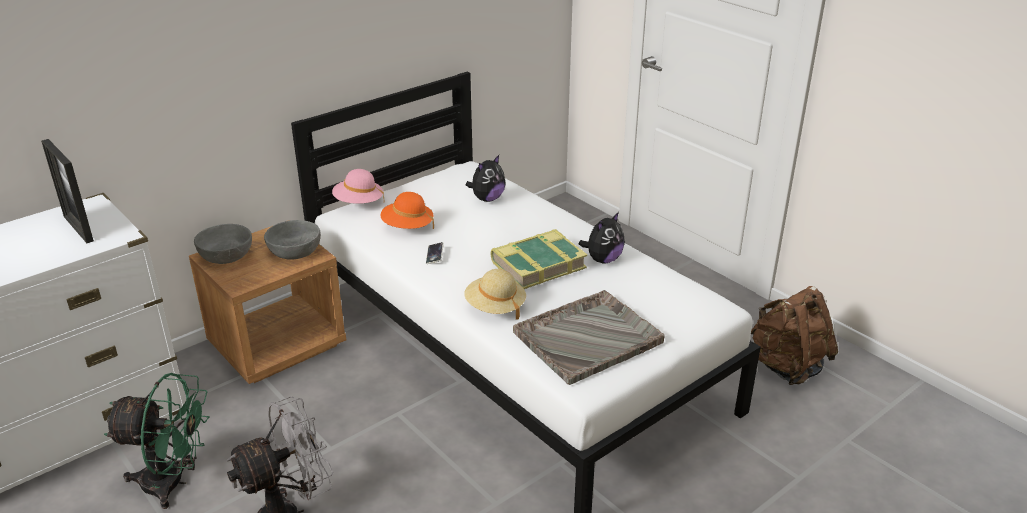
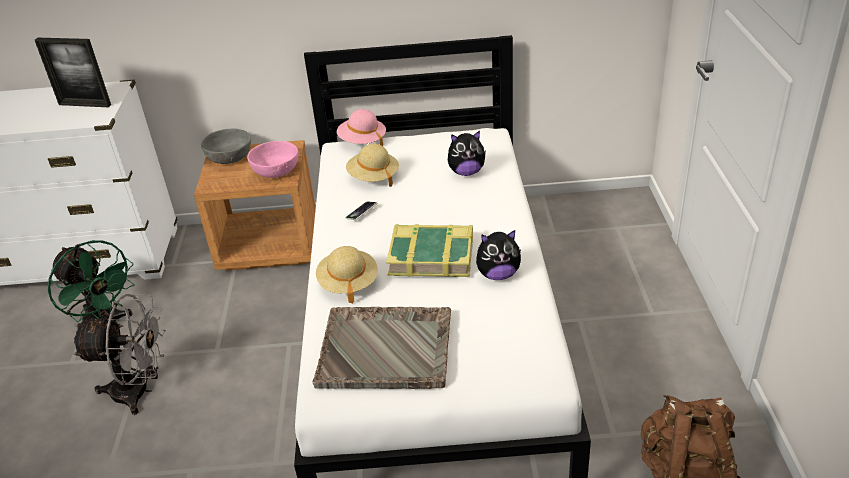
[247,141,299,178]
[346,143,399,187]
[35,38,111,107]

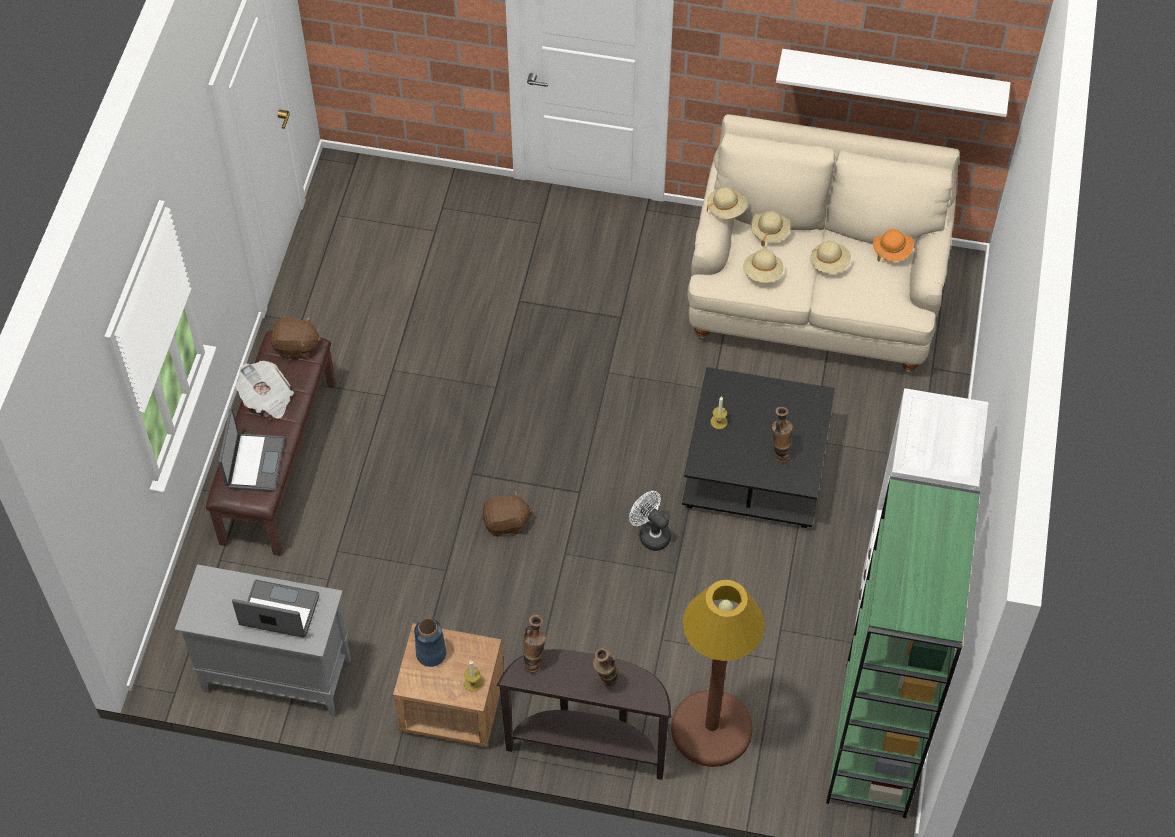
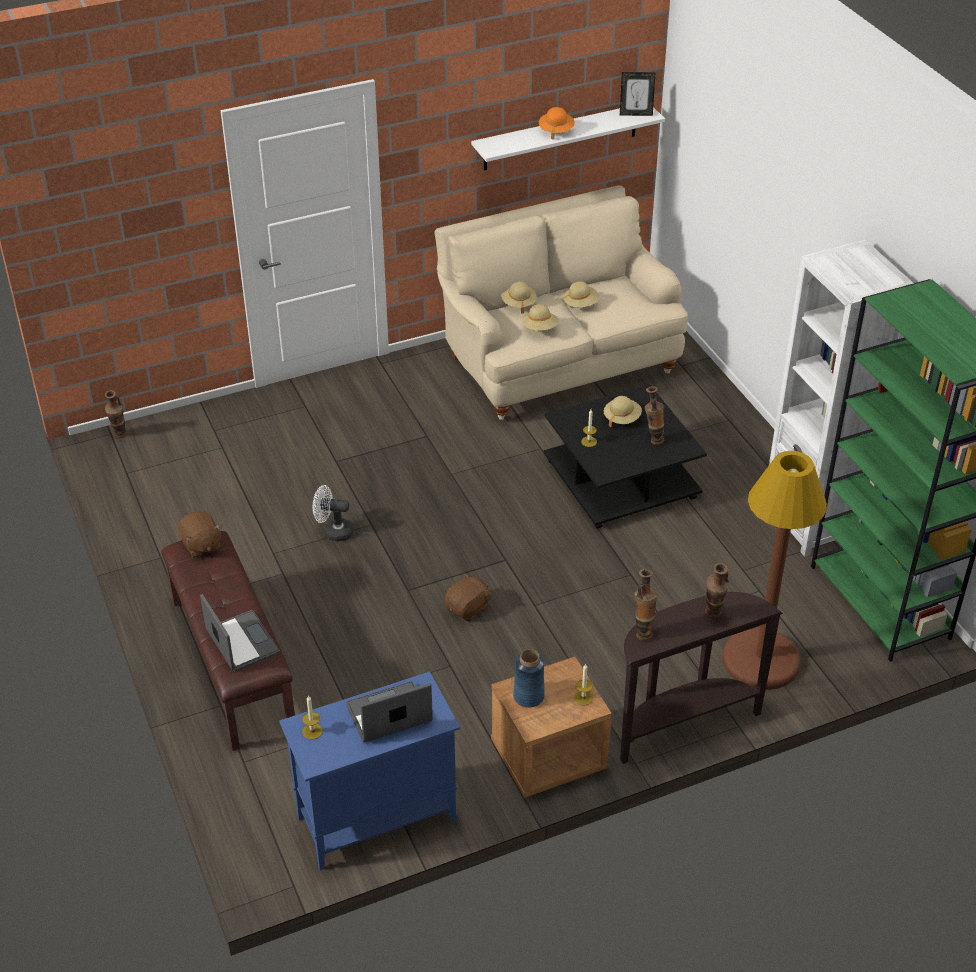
[236,361,294,419] (first image)
[105,390,126,438]
[302,695,323,739]
[620,72,656,116]
[313,485,353,542]
[604,396,642,428]
[539,107,575,140]
[279,672,460,870]
[179,511,222,558]

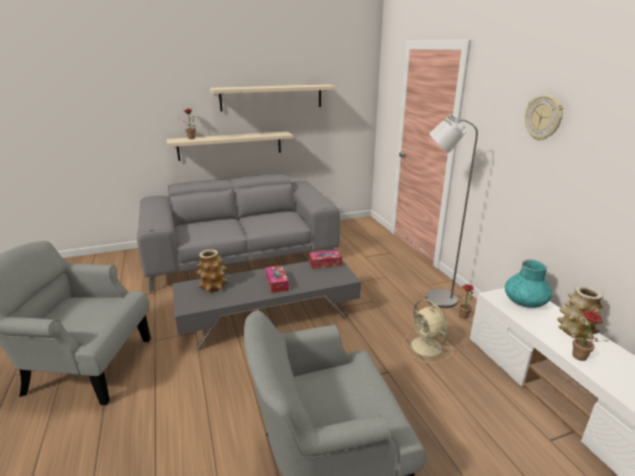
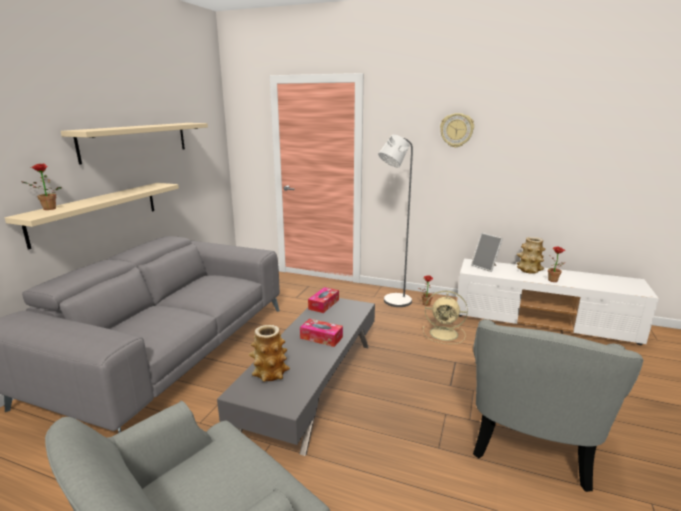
[471,233,503,272]

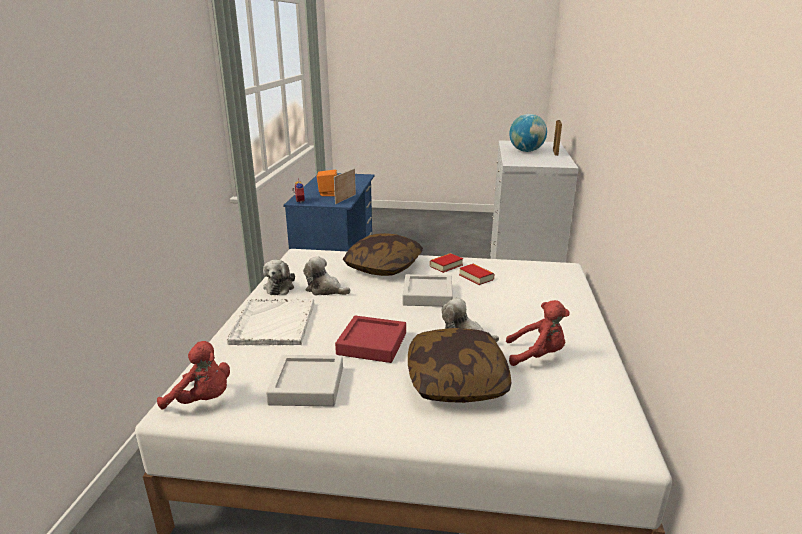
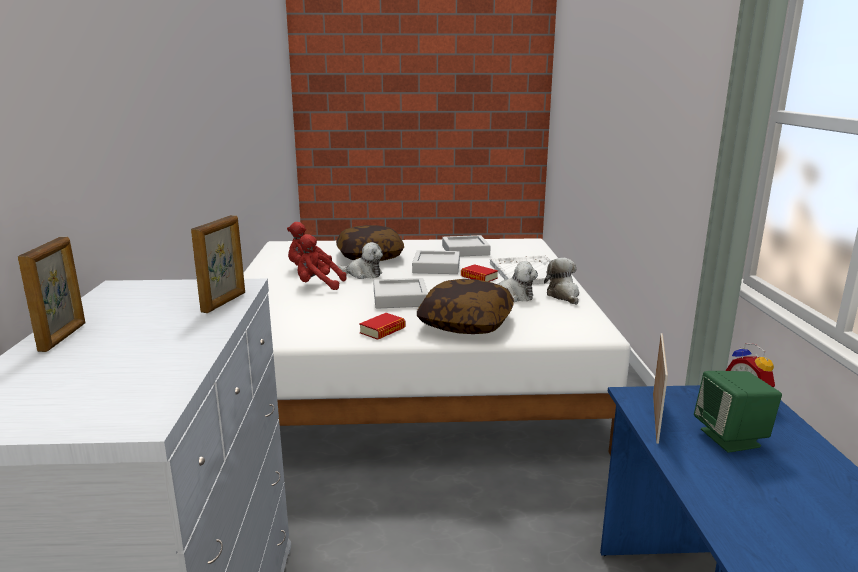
[509,114,547,152] (first image)
[191,215,245,313]
[297,234,347,290]
[461,264,498,282]
[694,371,782,453]
[412,250,460,274]

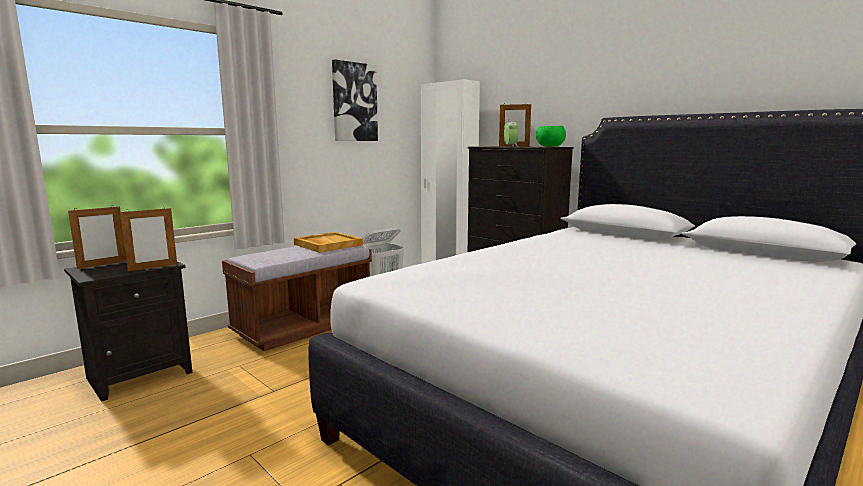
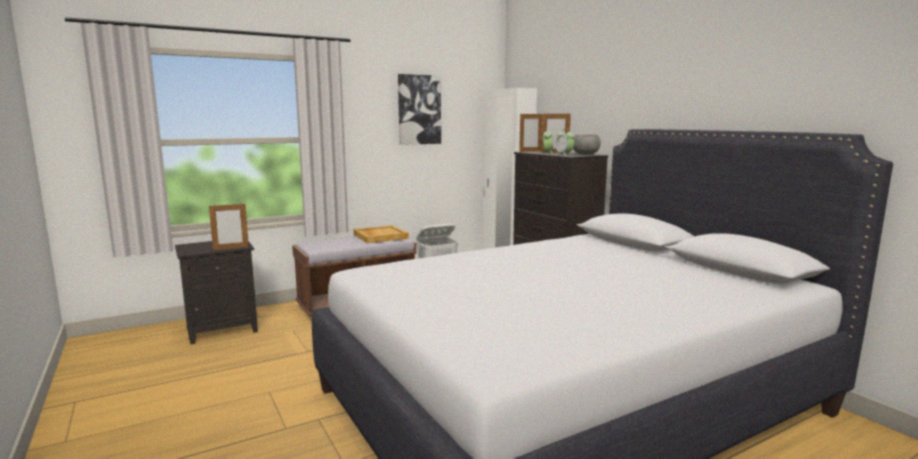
[555,128,574,156]
[519,113,543,152]
[573,135,601,155]

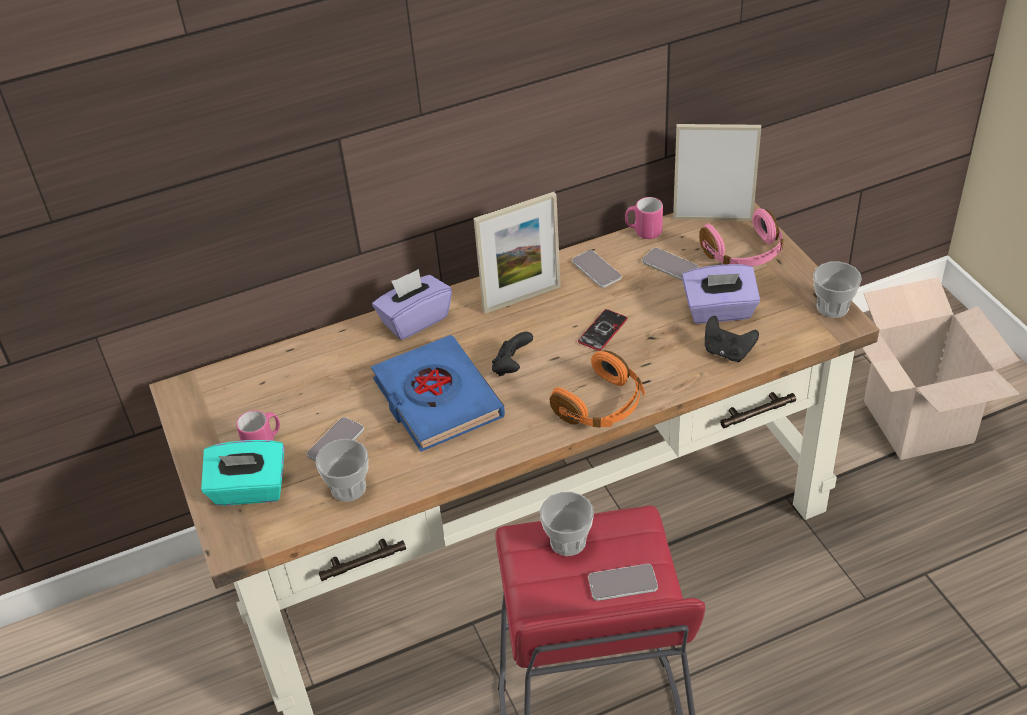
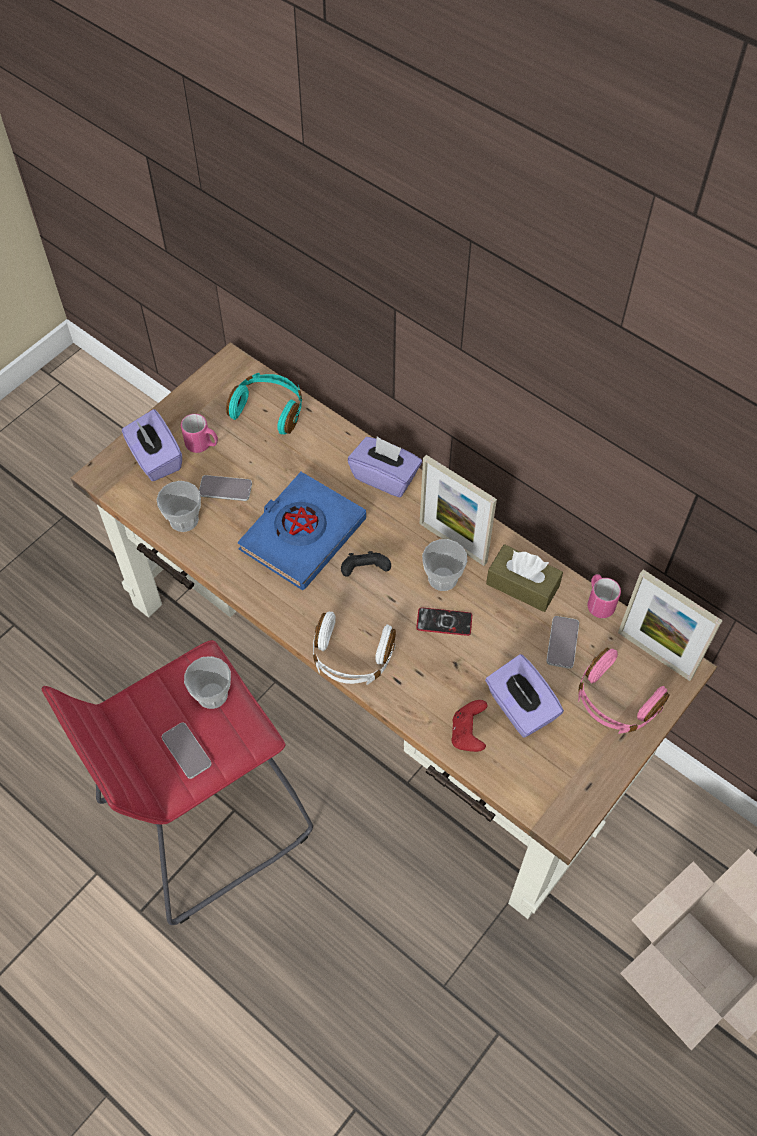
[226,373,302,435]
[422,539,467,591]
[486,544,563,612]
[122,409,182,481]
[313,612,396,685]
[451,700,488,752]
[618,569,723,681]

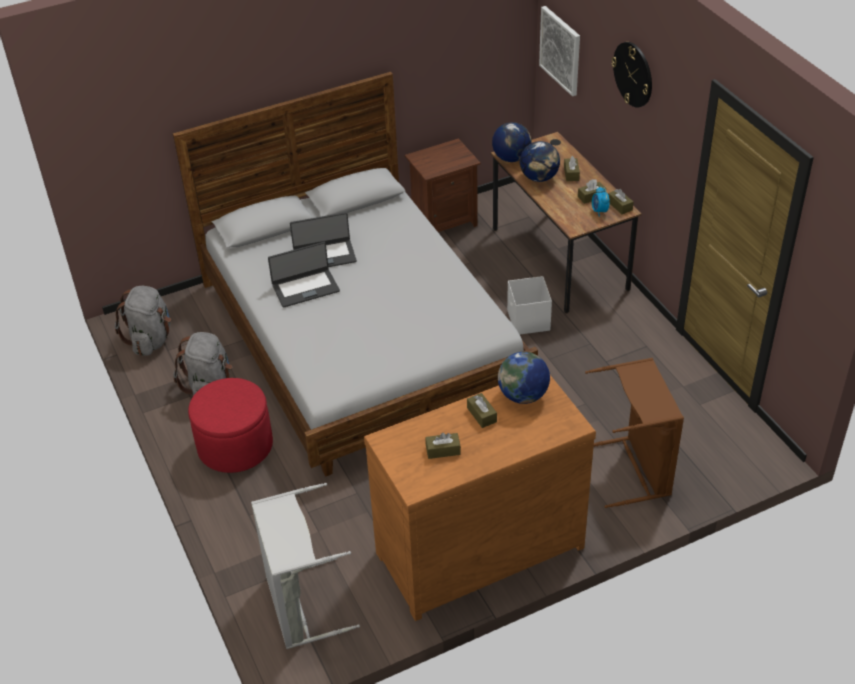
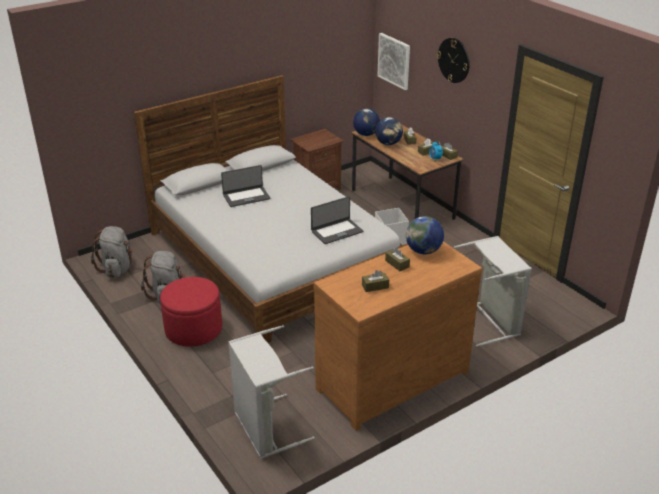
[311,196,363,244]
[454,236,532,347]

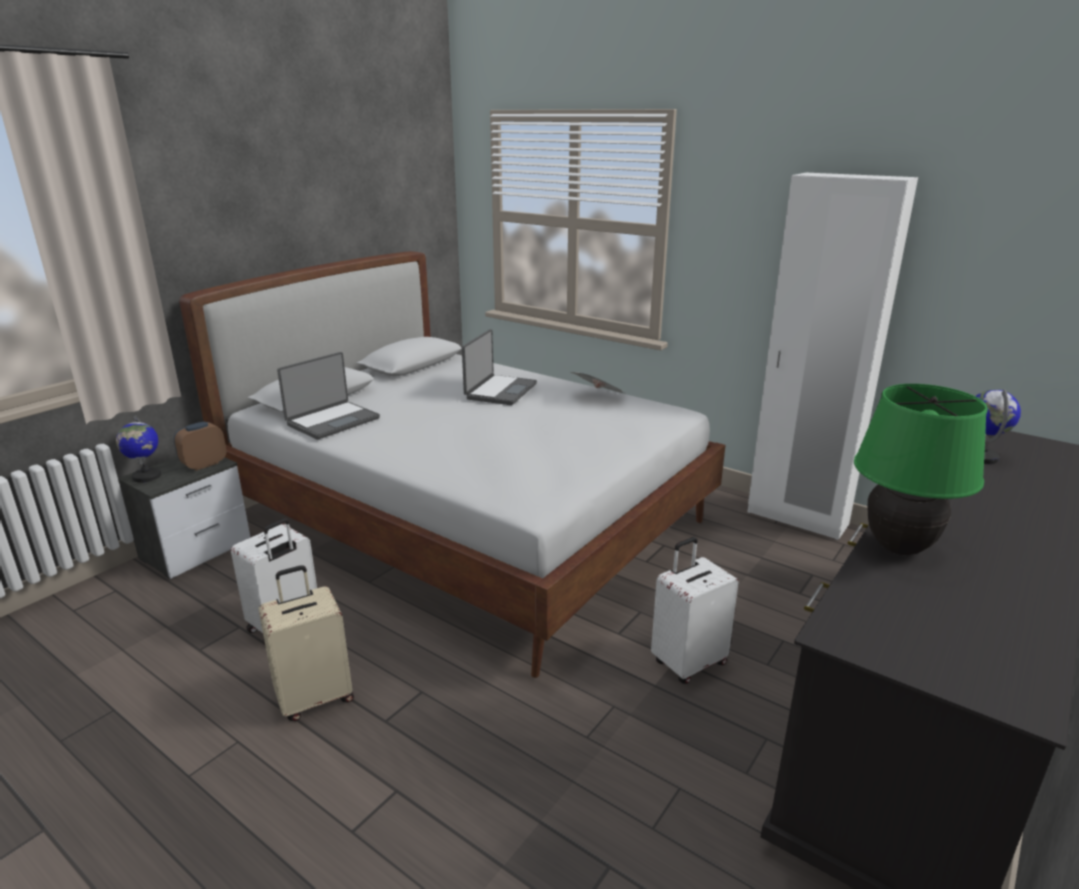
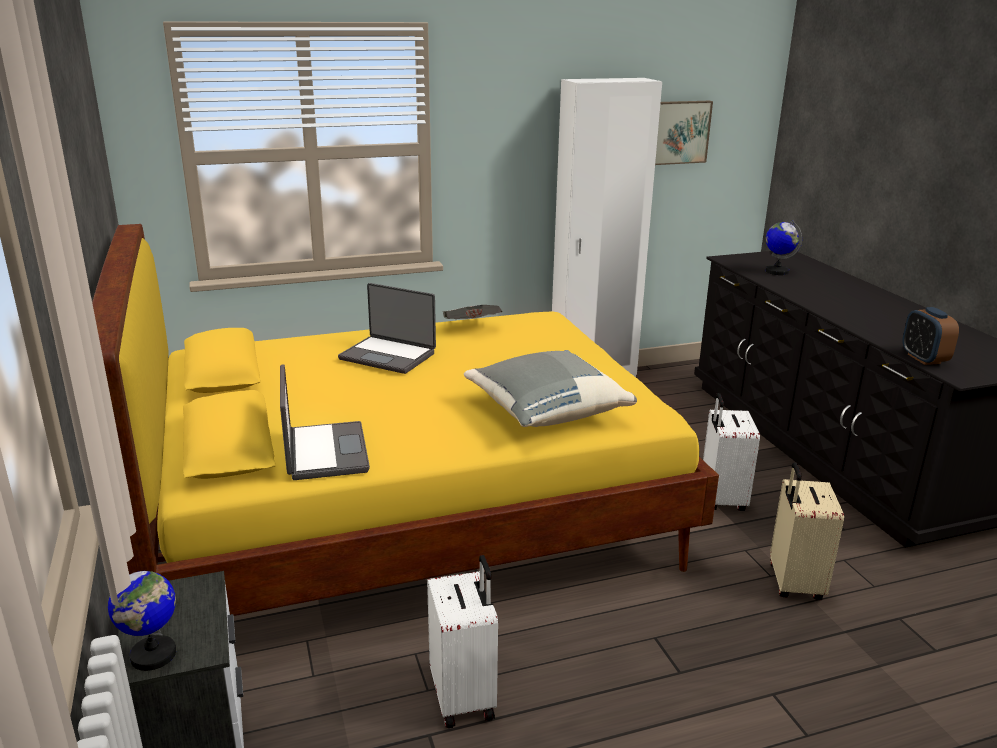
[854,384,988,555] (first image)
[464,350,637,427]
[655,101,713,165]
[903,307,959,365]
[770,462,844,600]
[92,224,719,616]
[338,283,436,374]

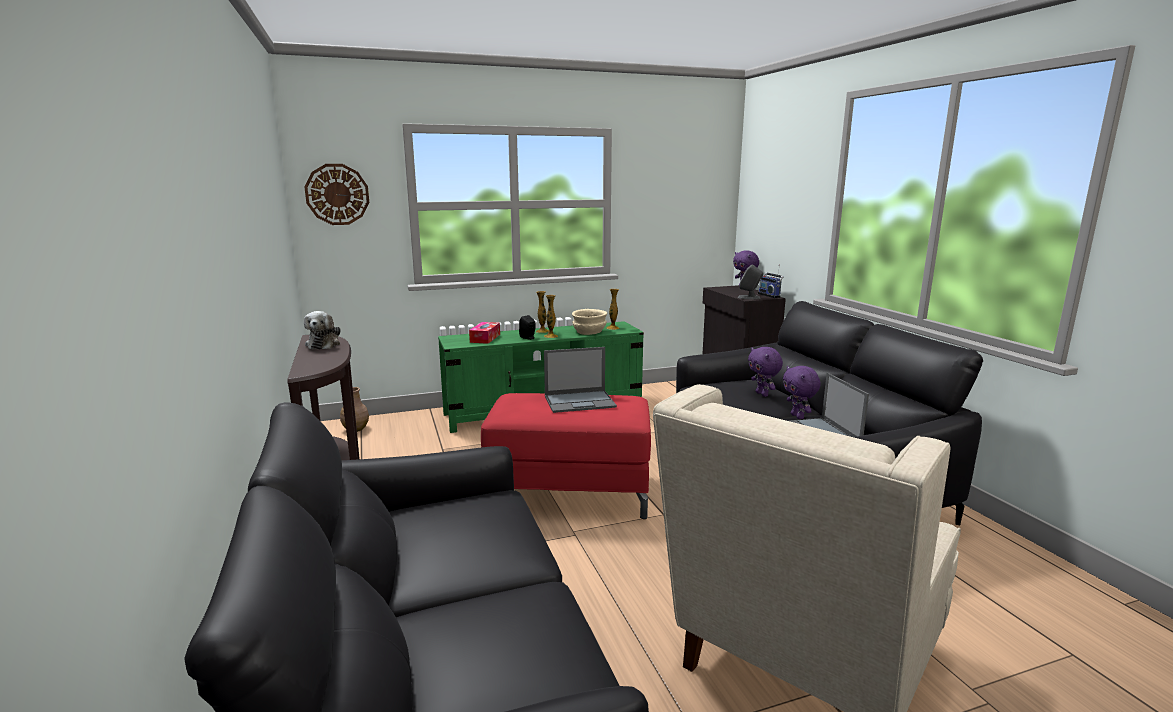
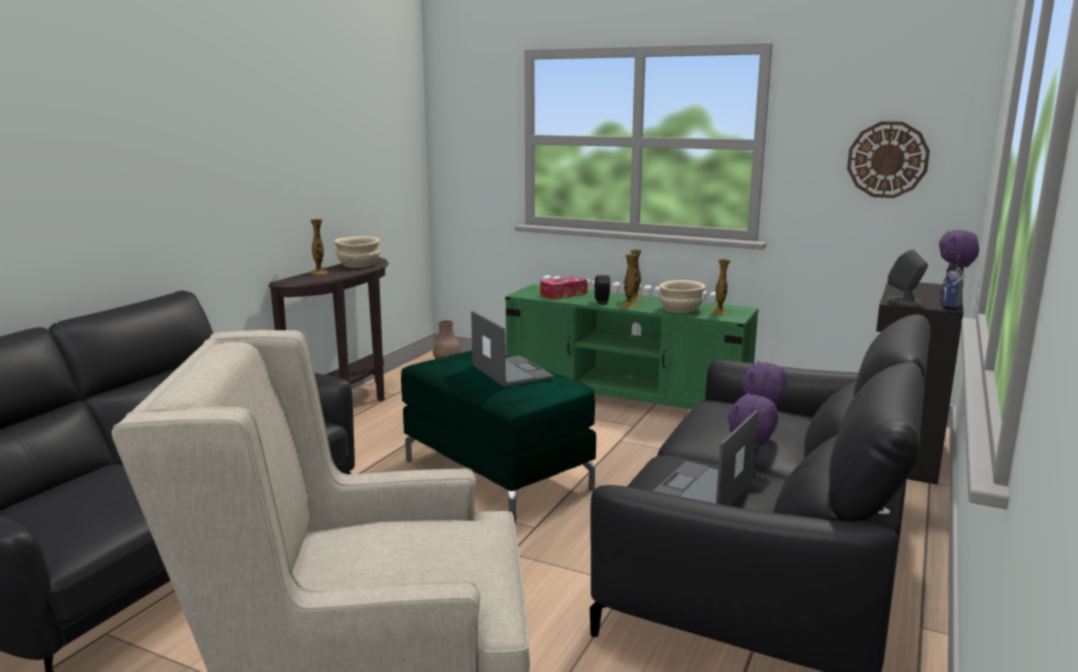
[309,219,328,275]
[847,121,930,198]
[334,236,380,268]
[401,351,596,522]
[471,311,554,387]

